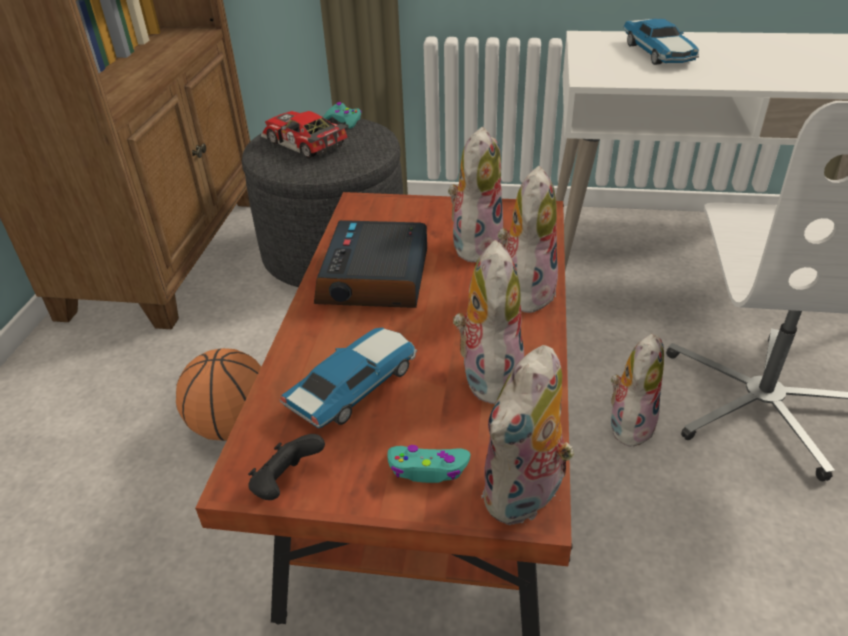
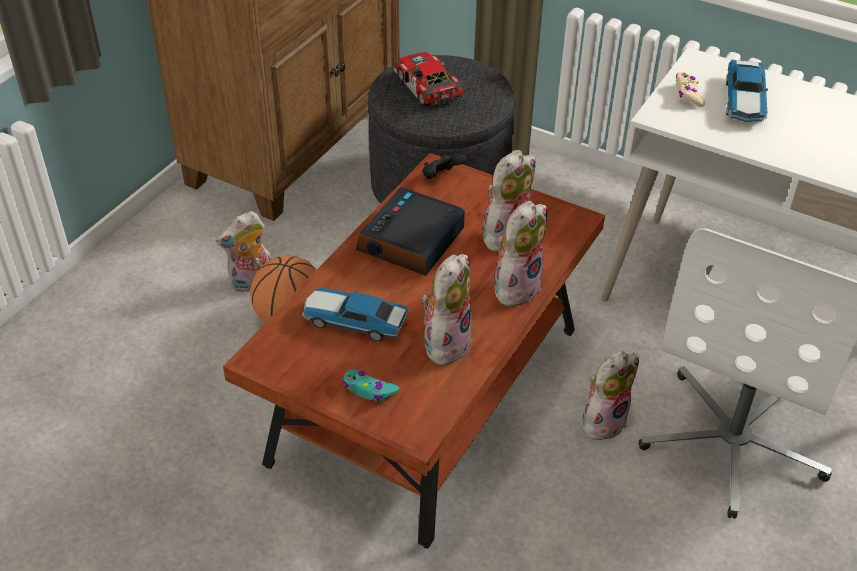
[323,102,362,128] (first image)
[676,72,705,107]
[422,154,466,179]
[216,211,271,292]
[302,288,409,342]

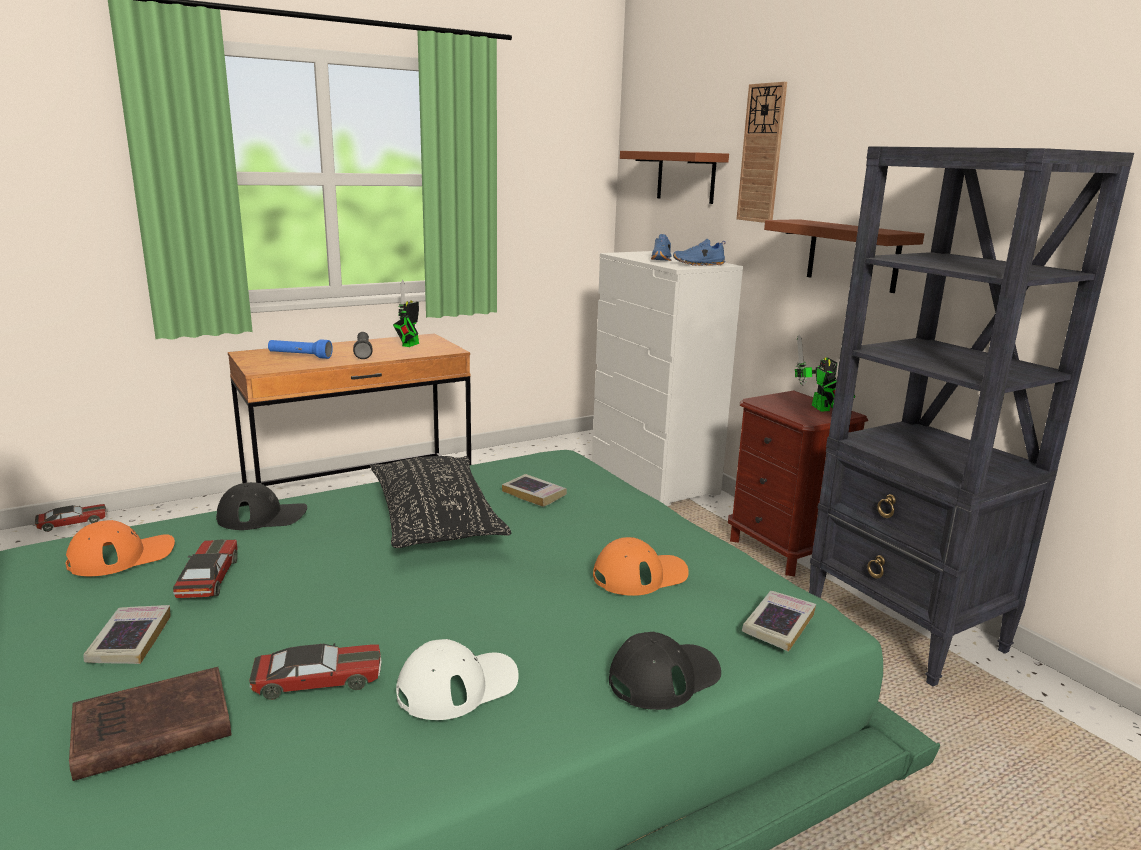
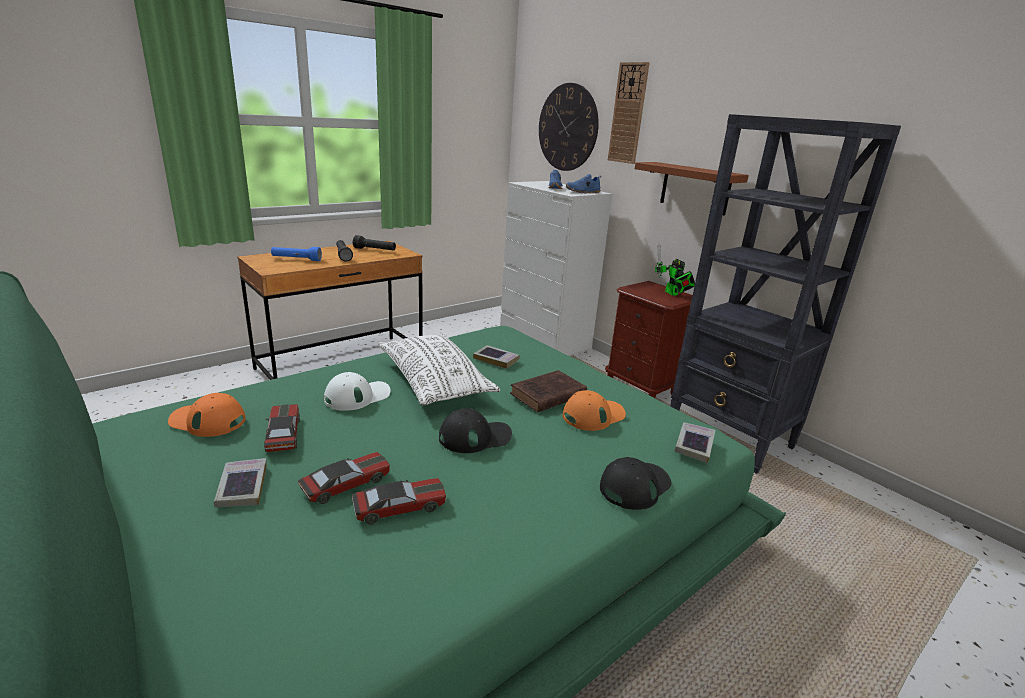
[298,452,390,504]
[510,370,587,412]
[439,408,512,453]
[324,372,390,411]
[353,235,396,251]
[539,83,599,171]
[378,334,500,405]
[168,393,246,437]

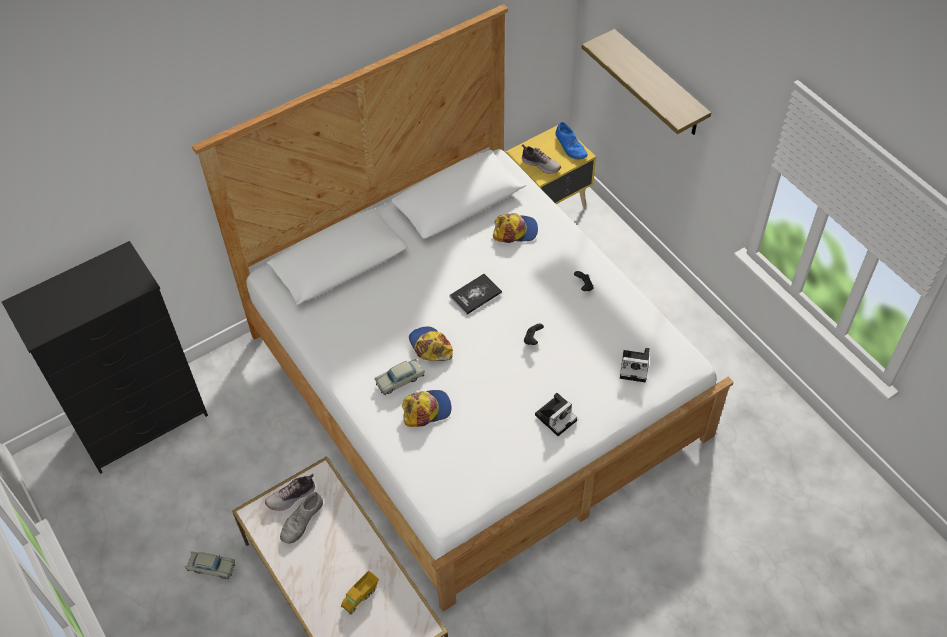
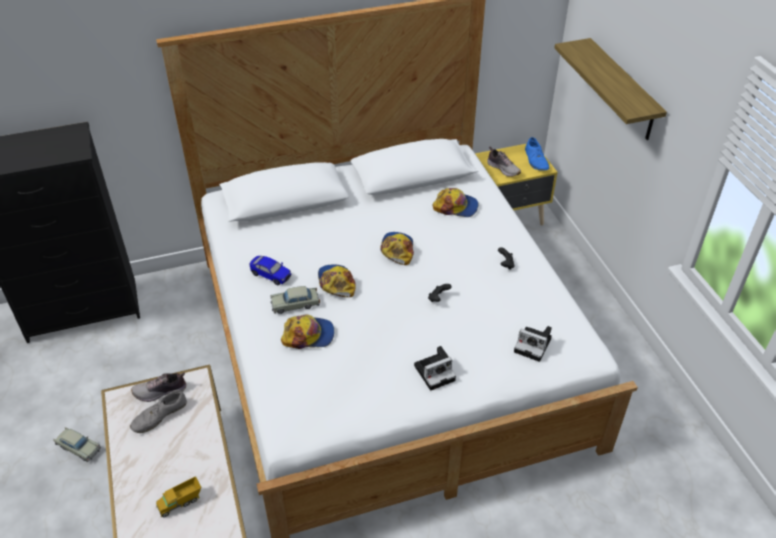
[250,256,291,285]
[380,232,414,265]

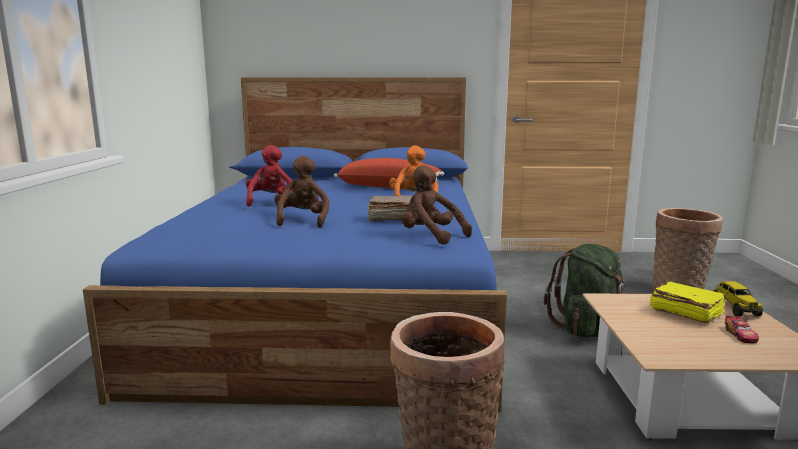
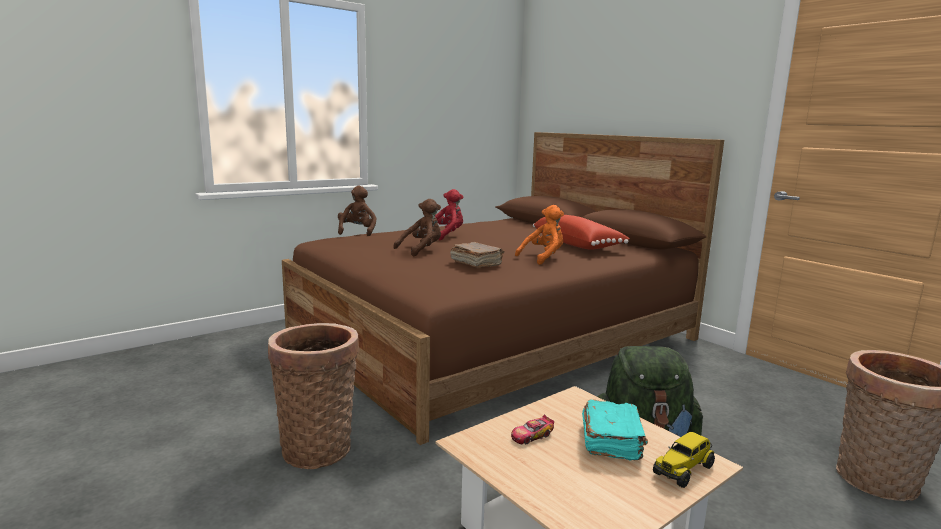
[338,186,376,236]
[511,414,554,444]
[282,132,724,445]
[582,399,648,461]

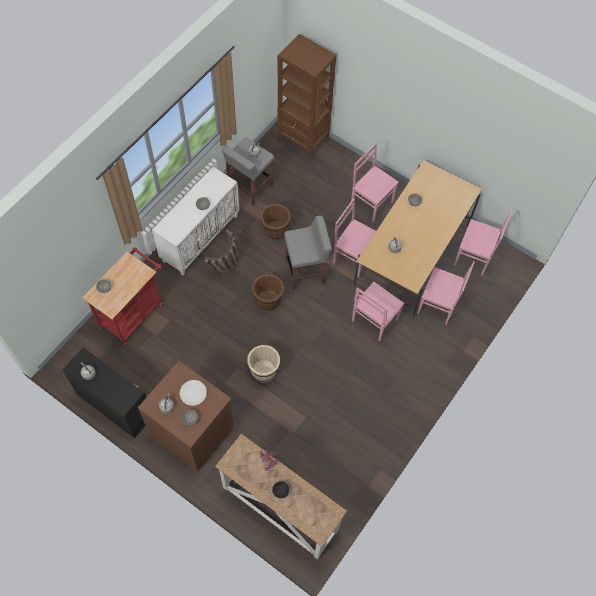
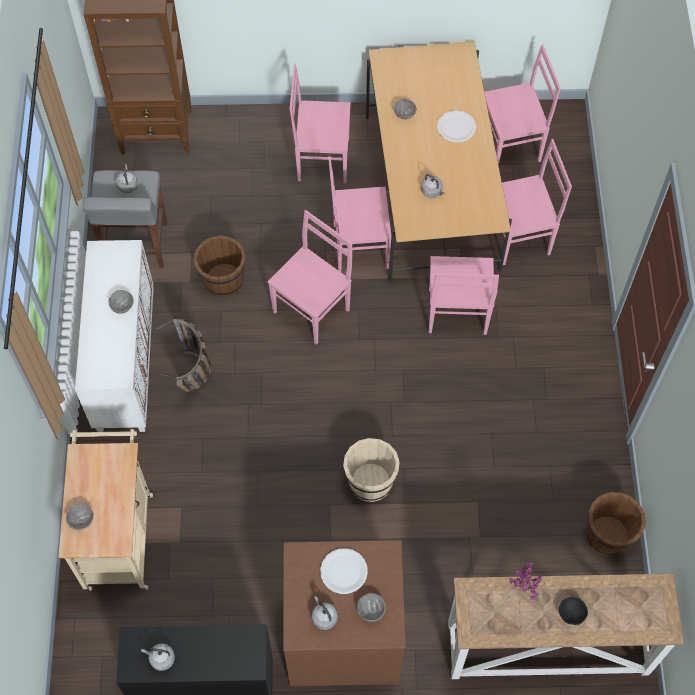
[437,111,476,142]
[586,492,646,556]
[268,210,352,345]
[59,429,153,591]

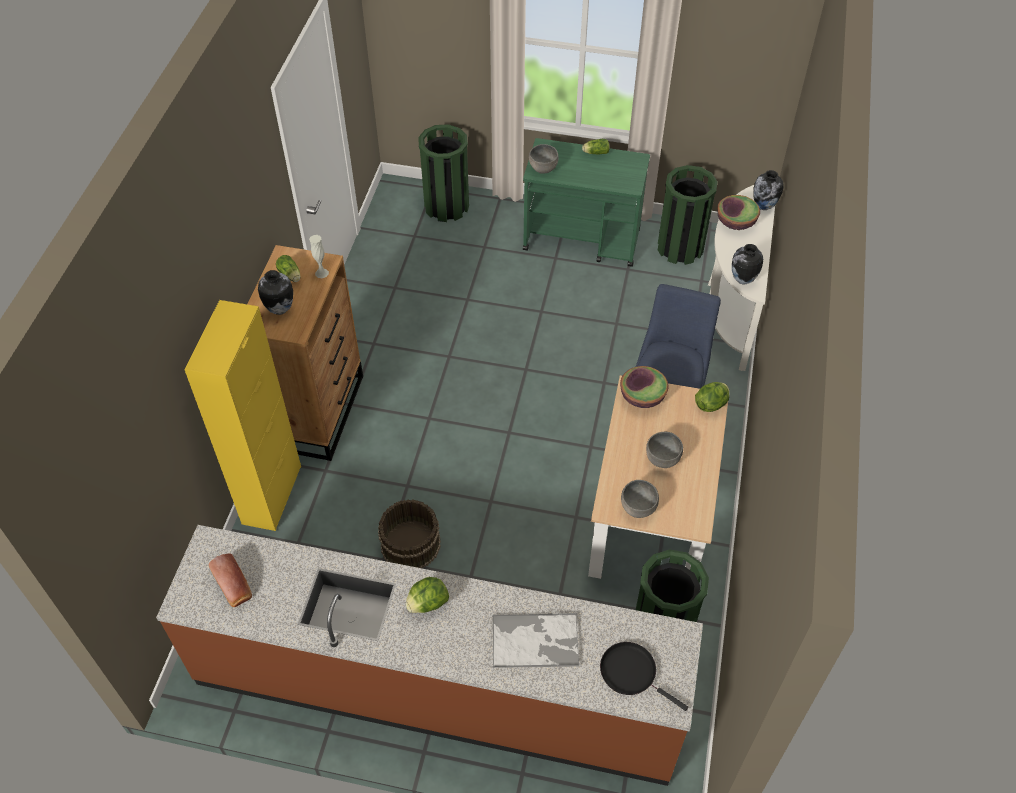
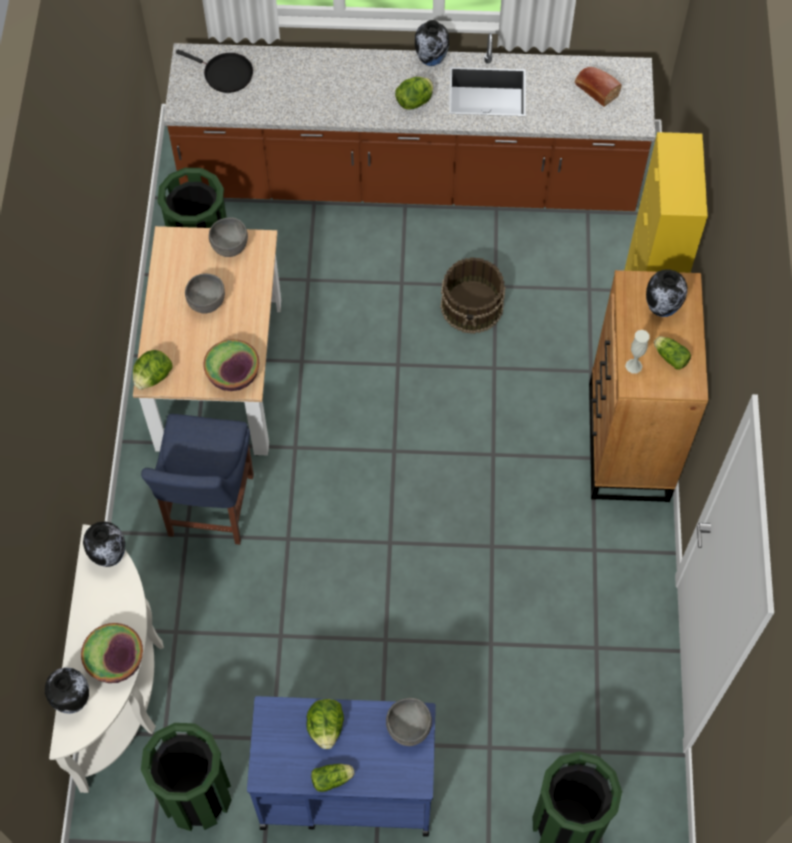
[492,613,580,668] (first image)
[306,699,344,749]
[415,20,449,66]
[247,696,436,837]

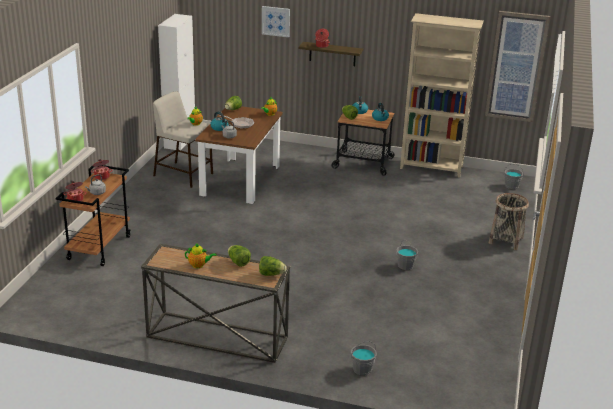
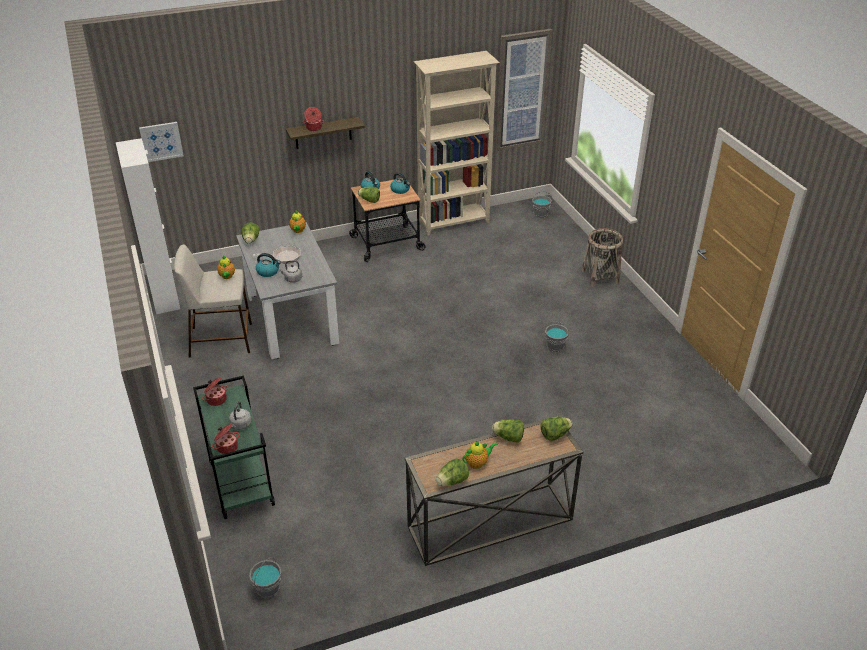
[436,459,469,486]
[139,122,184,162]
[249,557,281,599]
[193,375,275,519]
[236,222,339,359]

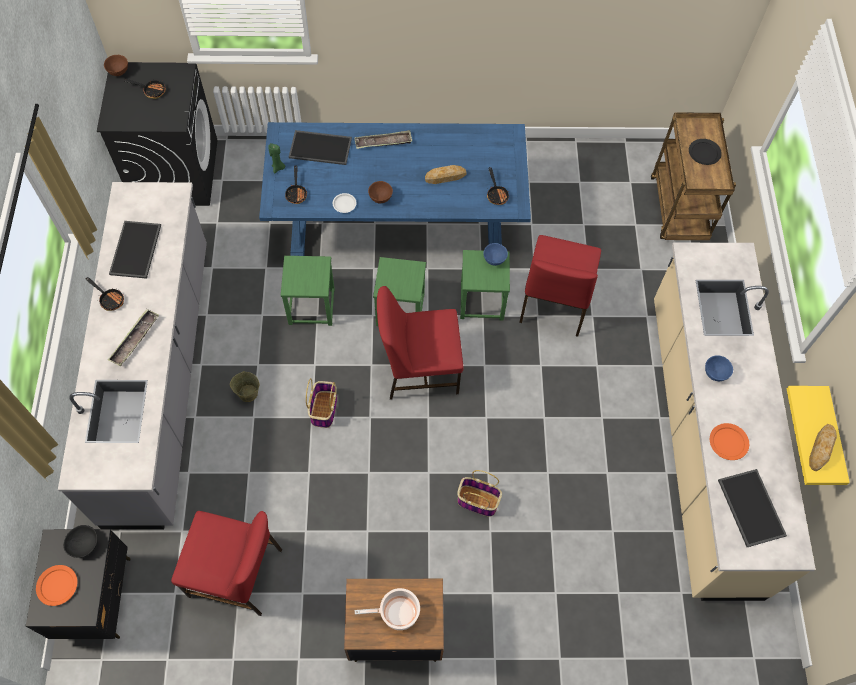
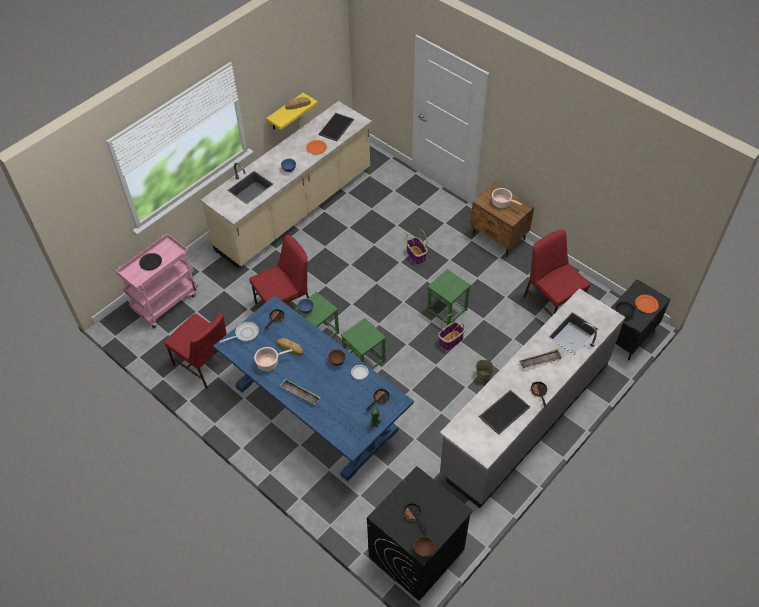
[289,130,352,165] (first image)
[219,322,259,343]
[254,347,293,371]
[427,269,471,326]
[164,313,227,389]
[116,233,198,328]

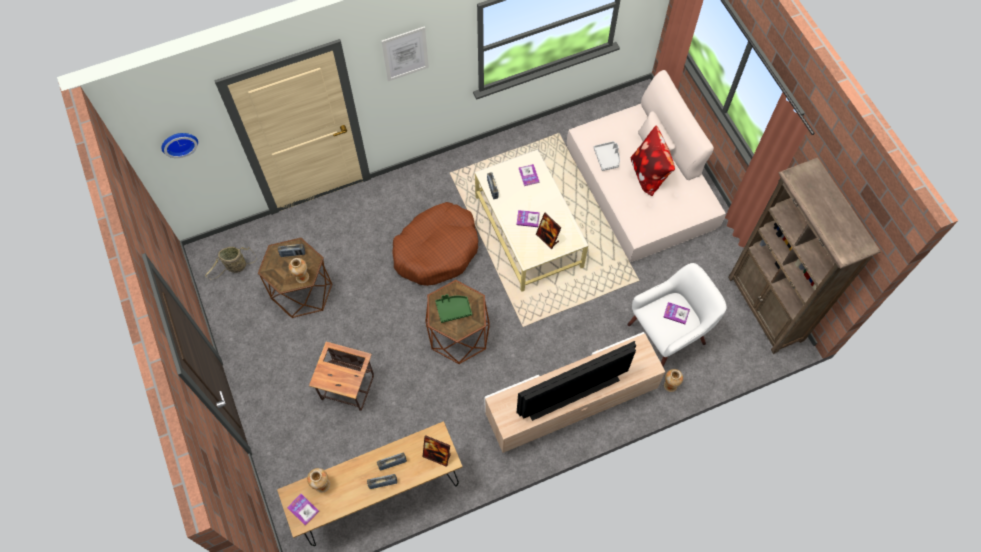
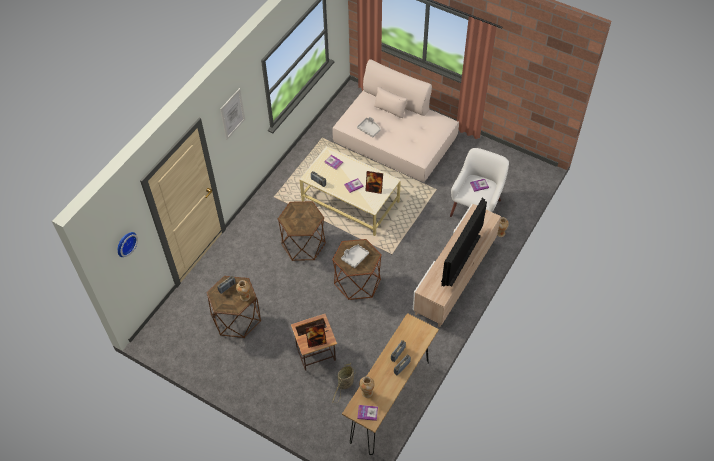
[631,125,675,196] (first image)
[728,158,881,354] (first image)
[332,363,356,403]
[305,324,327,348]
[278,201,326,261]
[341,245,369,268]

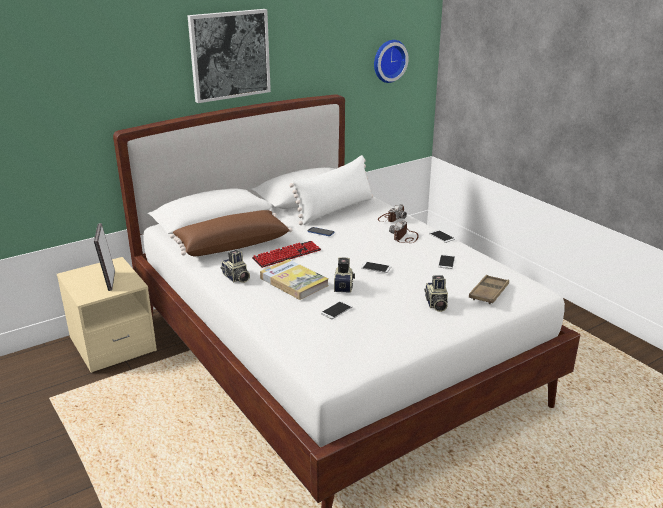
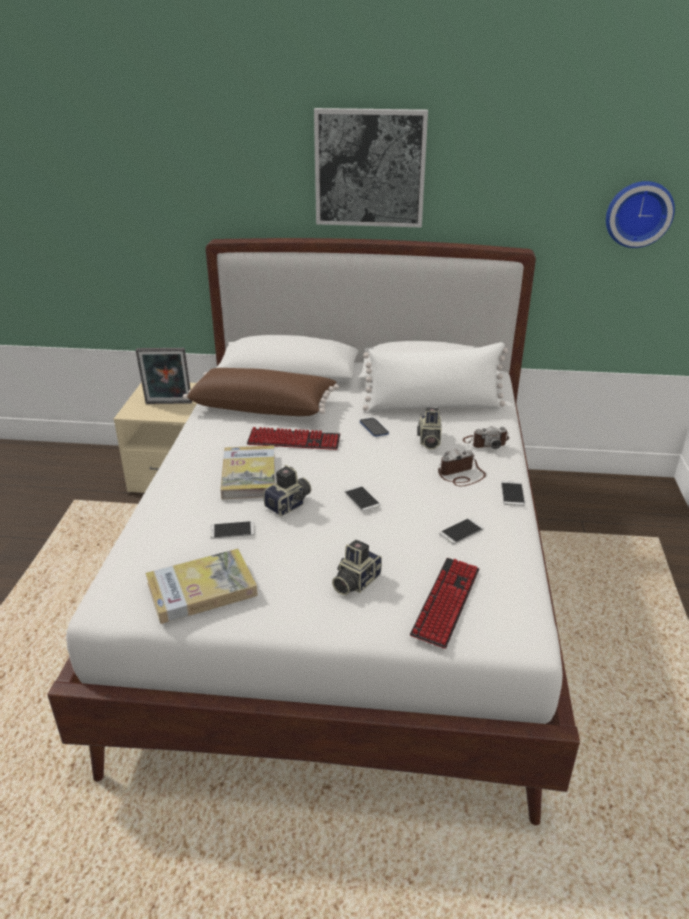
[145,549,258,624]
[417,407,442,449]
[410,558,479,649]
[136,348,192,404]

